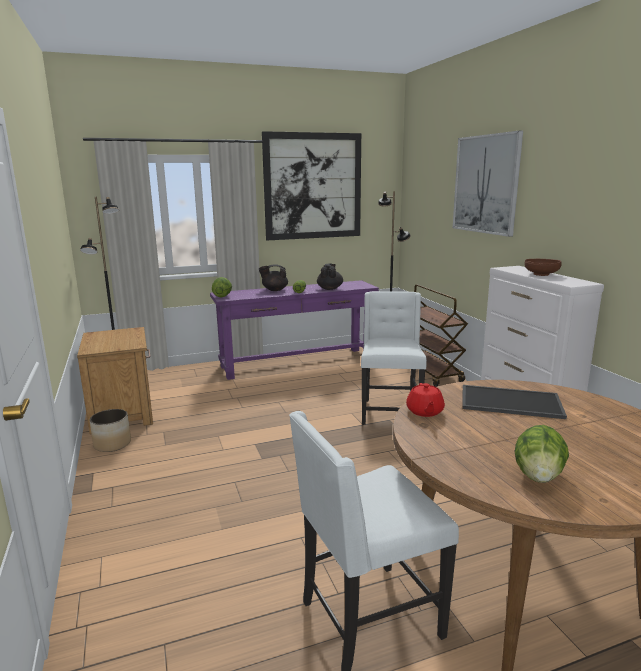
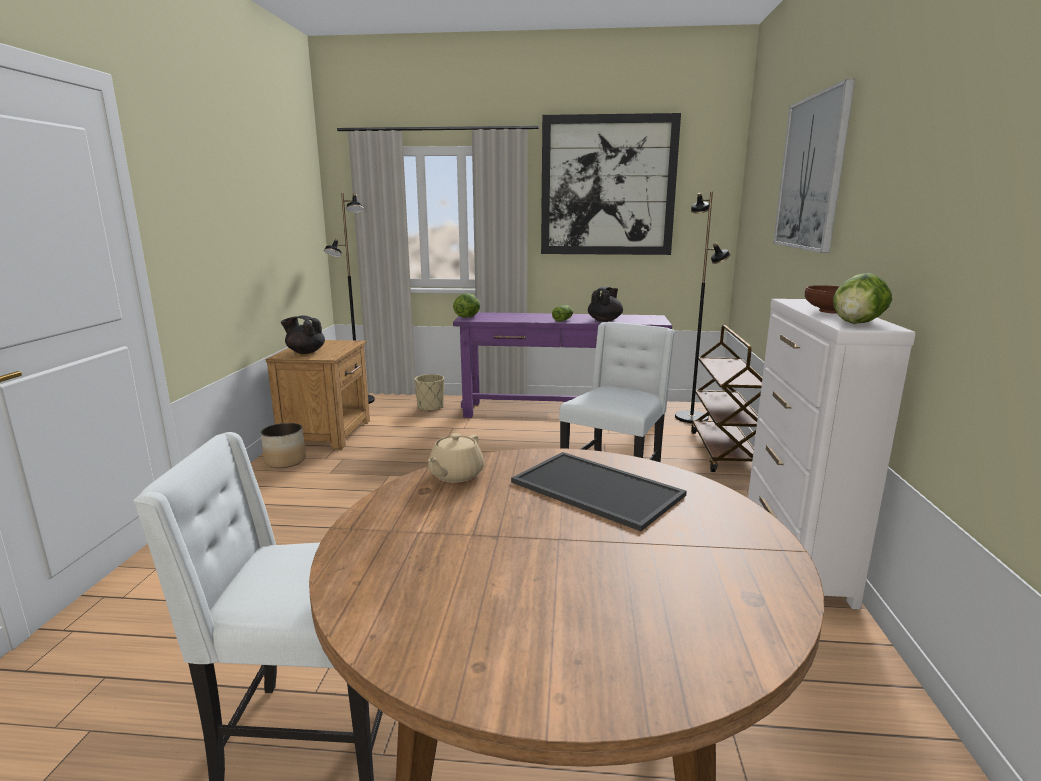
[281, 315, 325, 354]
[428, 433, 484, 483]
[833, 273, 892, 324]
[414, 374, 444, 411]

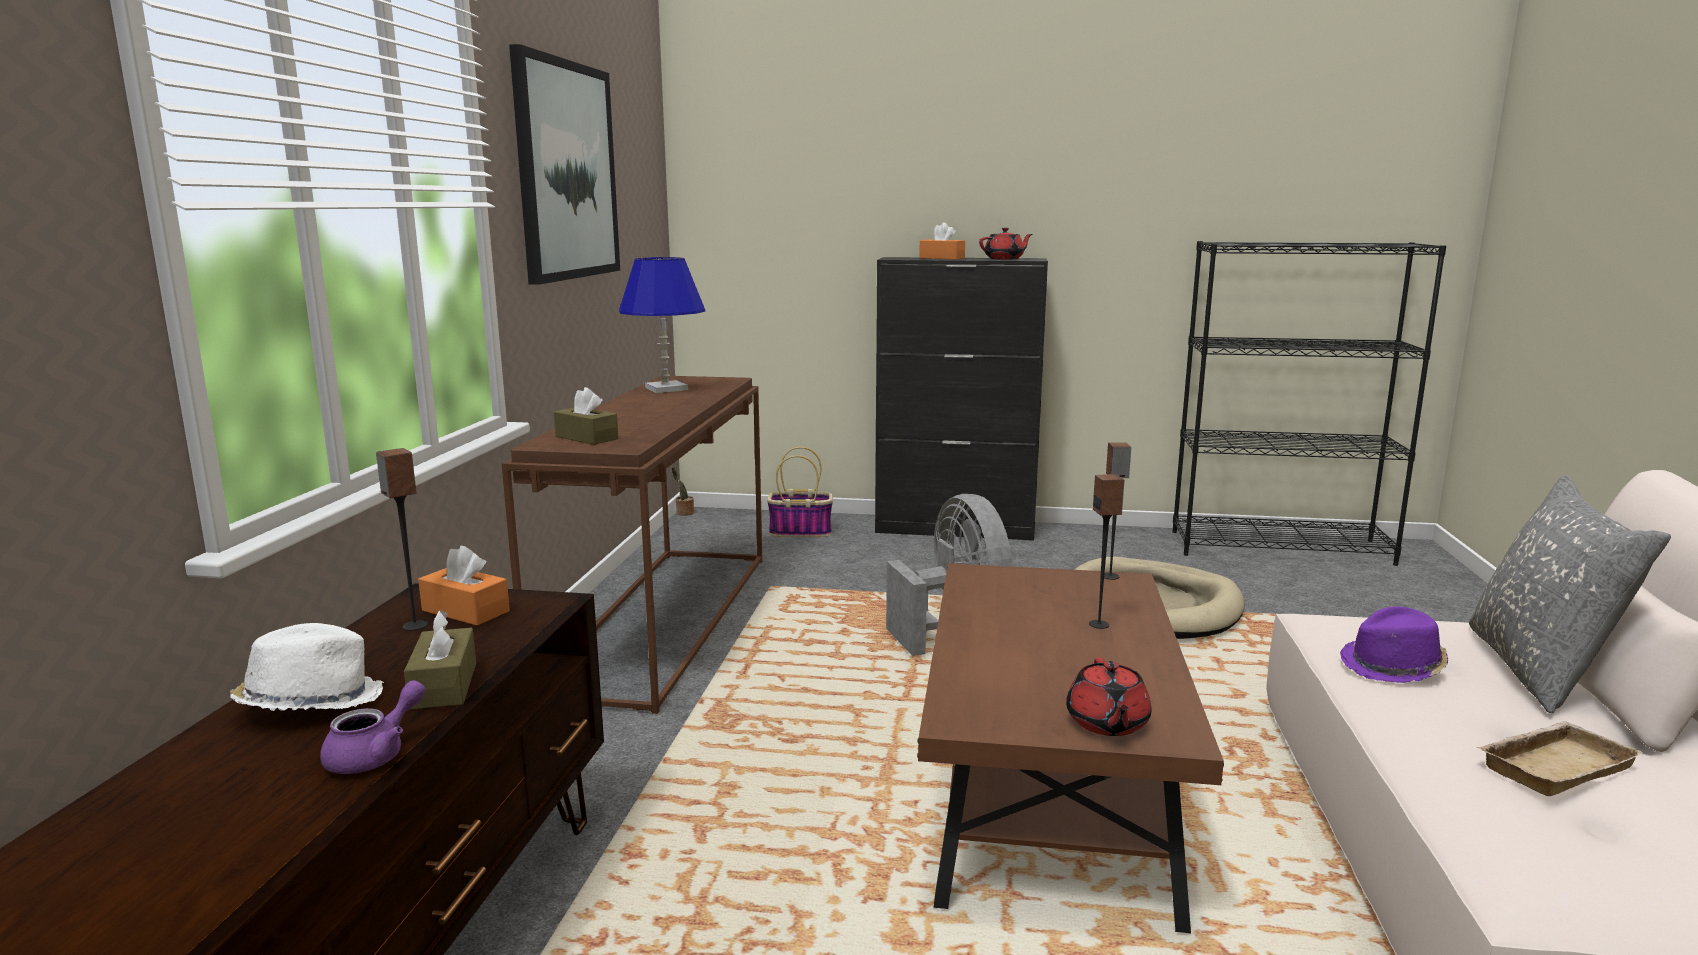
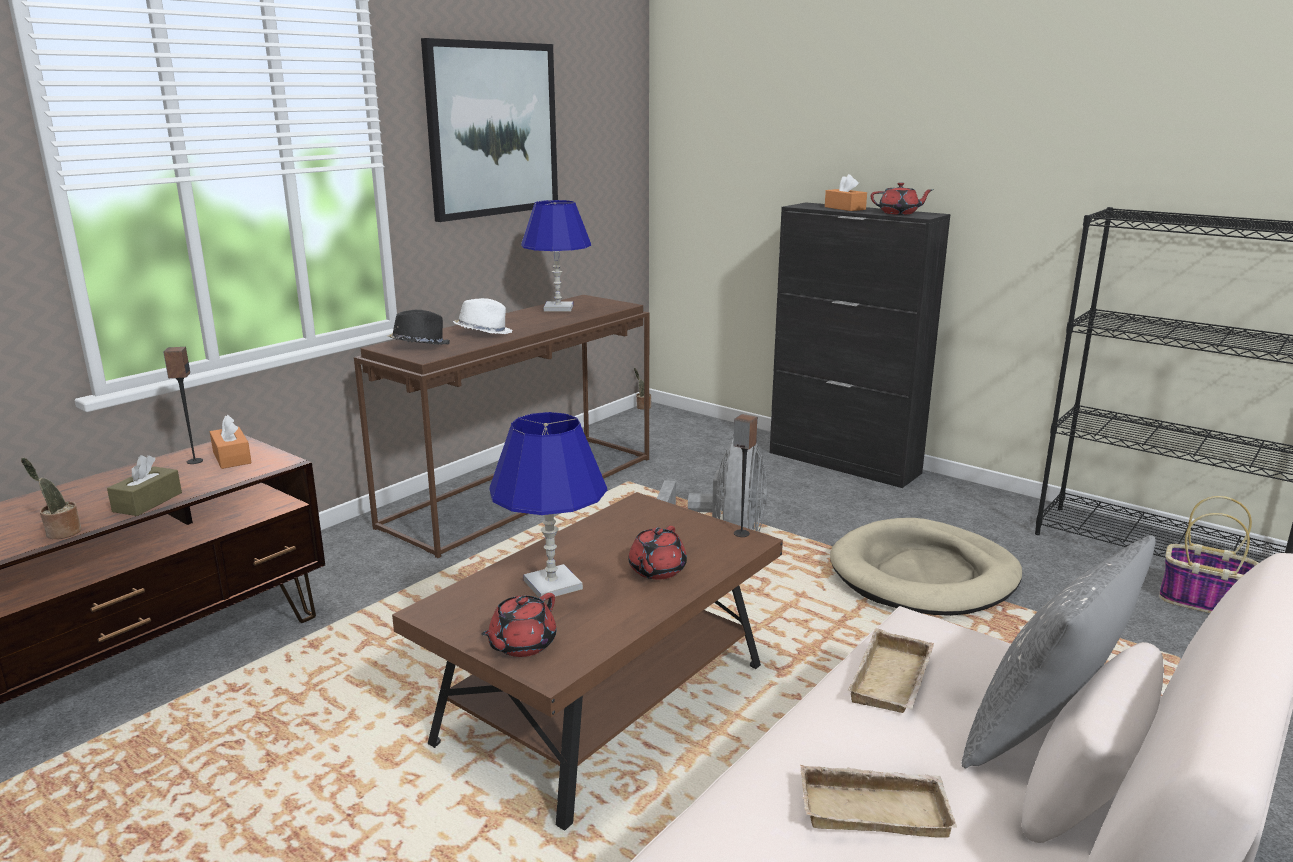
[387, 310, 450, 345]
[1159, 496, 1259, 613]
[628, 526, 687, 579]
[848, 628, 934, 713]
[453, 298, 512, 334]
[21, 457, 81, 539]
[489, 412, 607, 597]

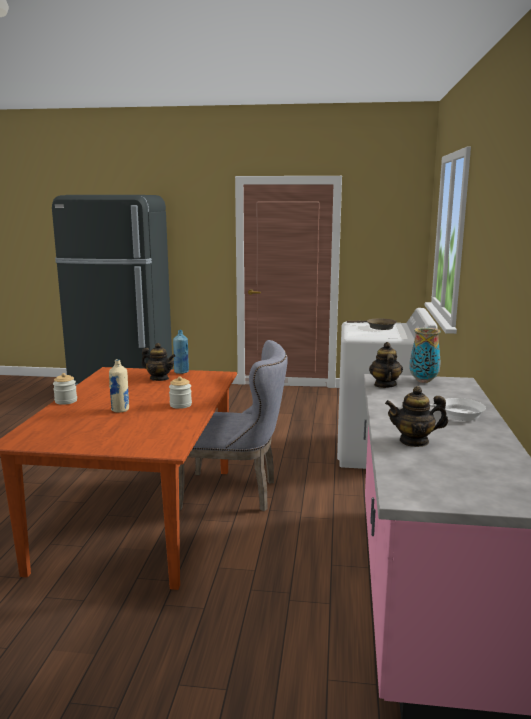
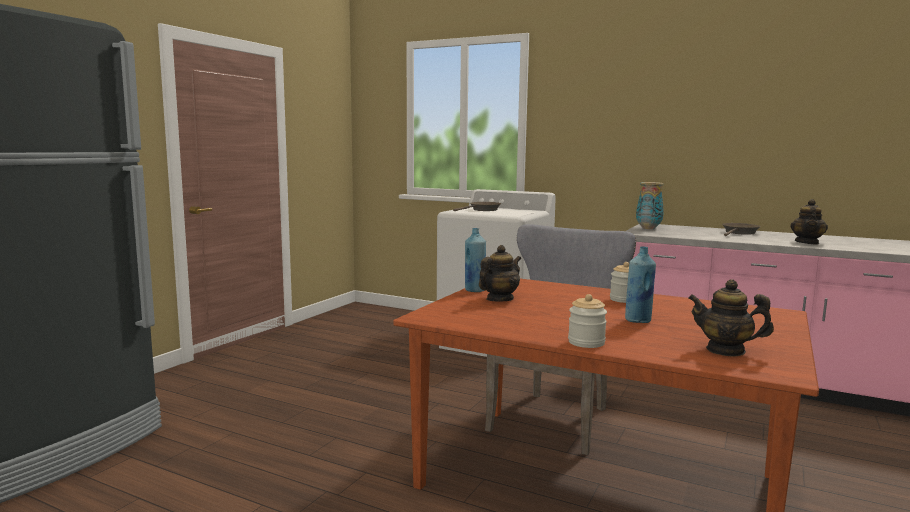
[688, 279, 774, 356]
[625, 247, 656, 323]
[722, 223, 761, 236]

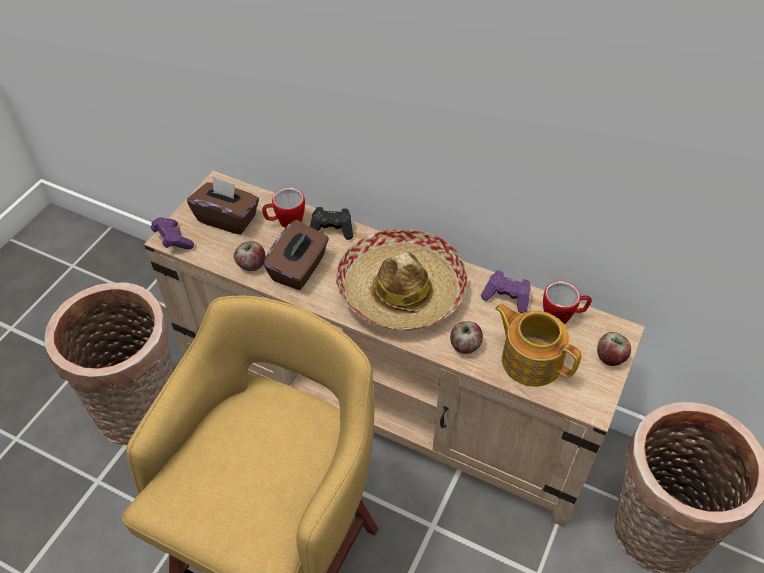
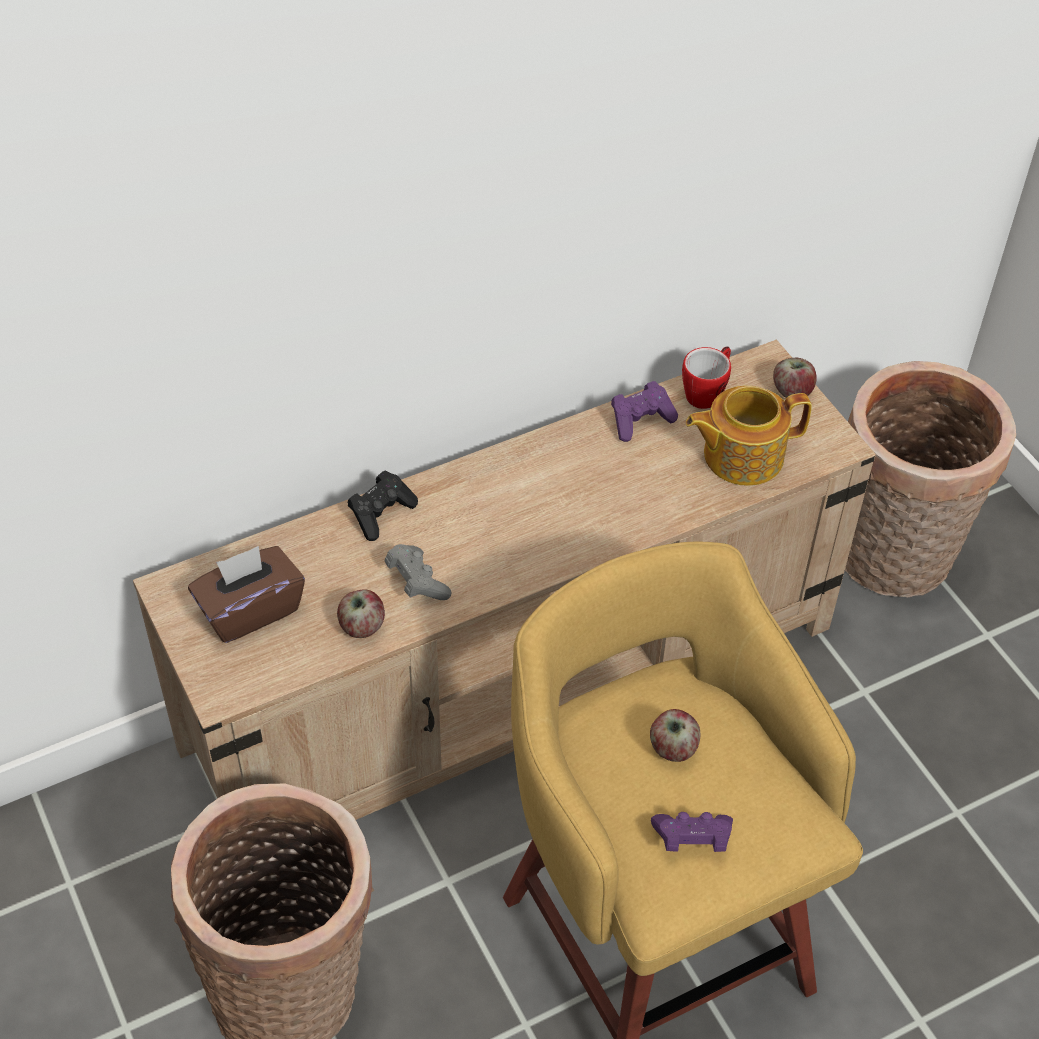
[262, 187, 305, 228] (first image)
[651, 812, 733, 852]
[385, 544, 451, 600]
[336, 229, 468, 330] (first image)
[650, 709, 700, 762]

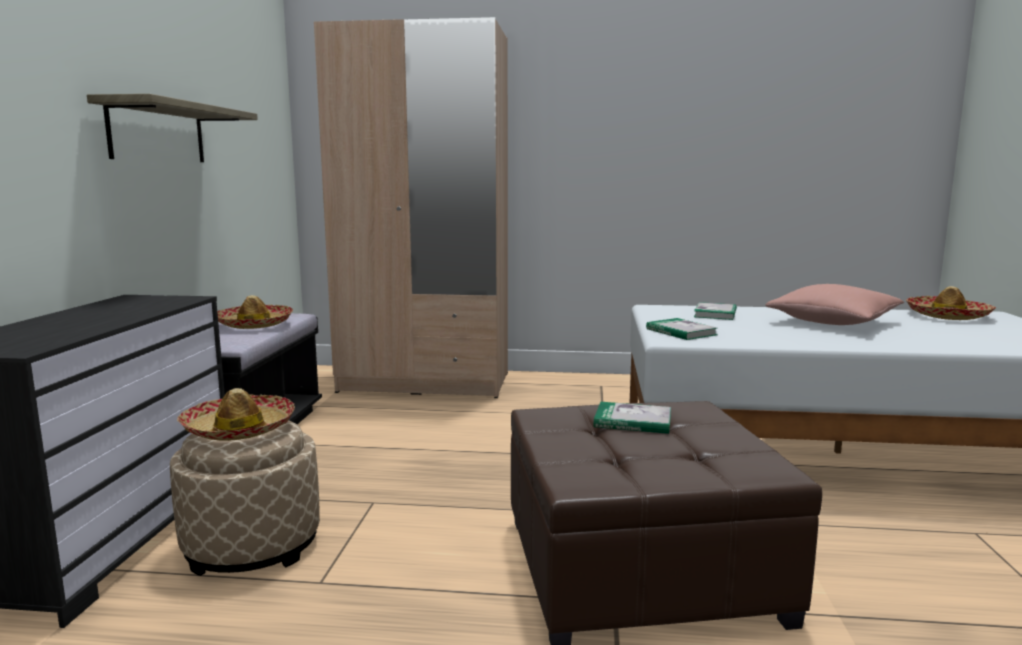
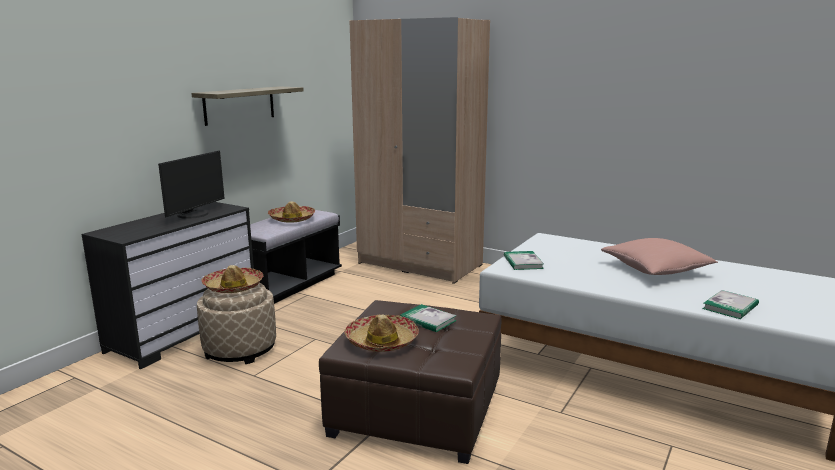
[344, 314, 419, 352]
[702, 290, 759, 319]
[158, 151, 224, 219]

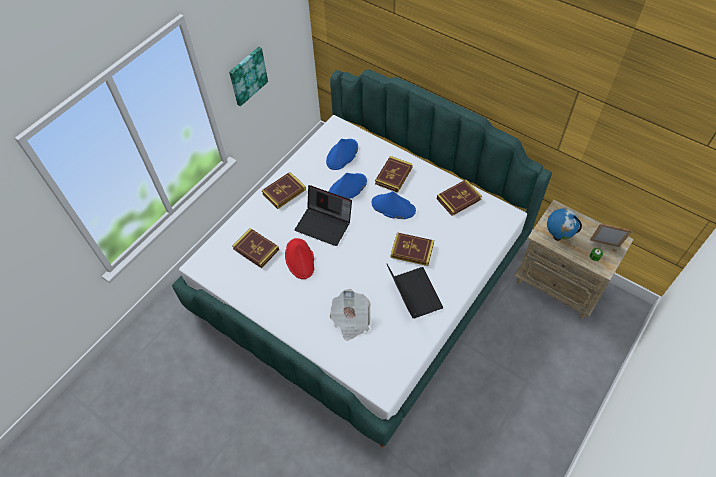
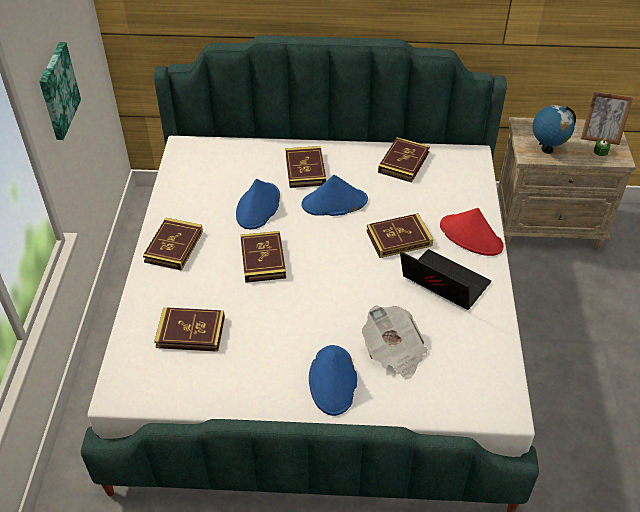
[309, 345, 357, 416]
[240, 231, 286, 283]
[581, 91, 633, 145]
[440, 208, 504, 256]

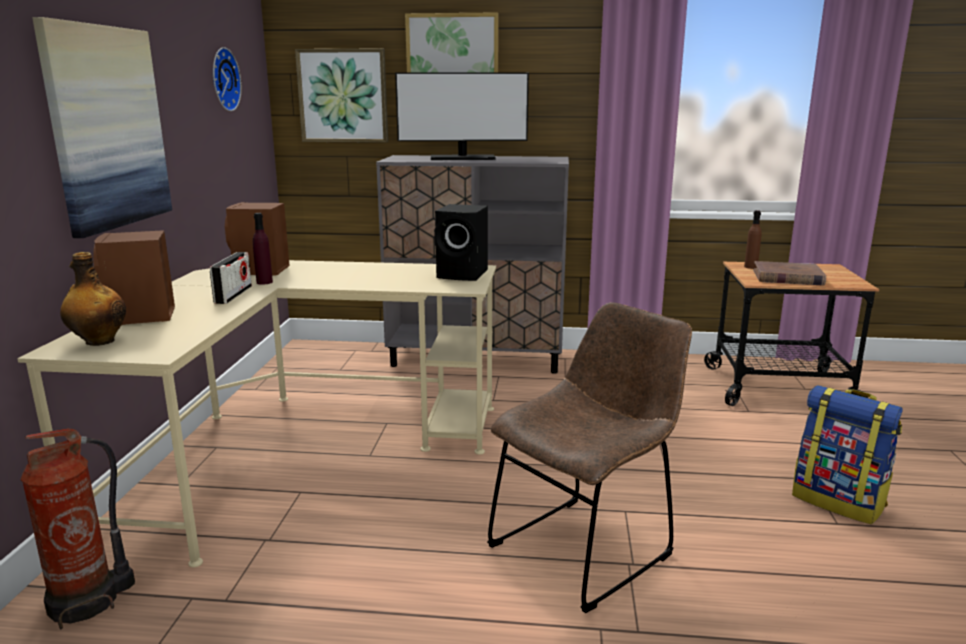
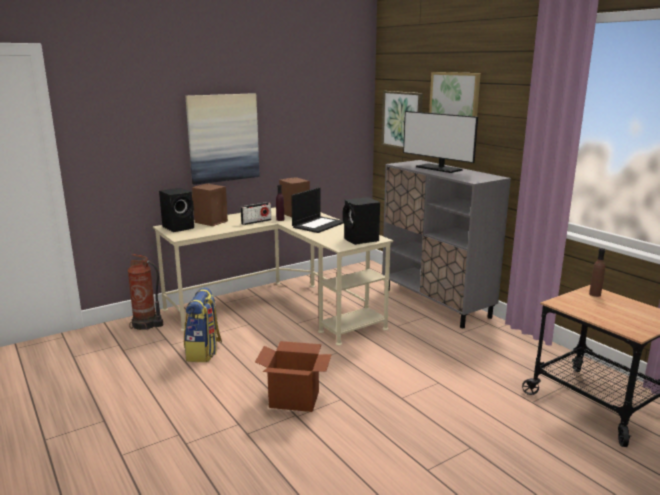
[213, 47, 242, 111] (first image)
[159, 188, 194, 232]
[753, 261, 826, 286] (first image)
[255, 341, 332, 412]
[184, 288, 222, 362]
[291, 187, 344, 233]

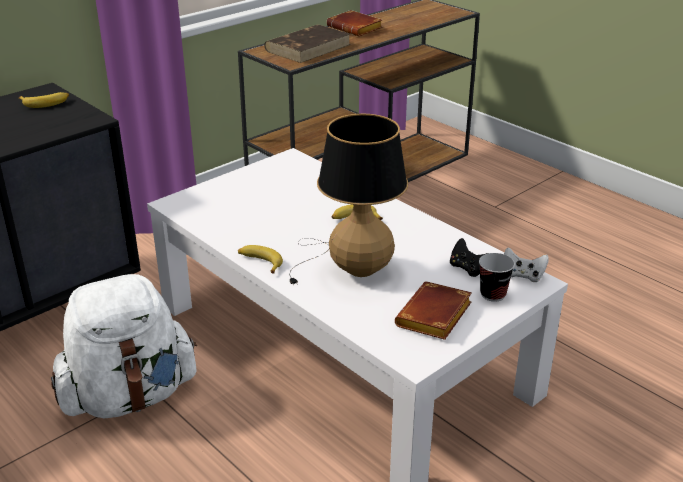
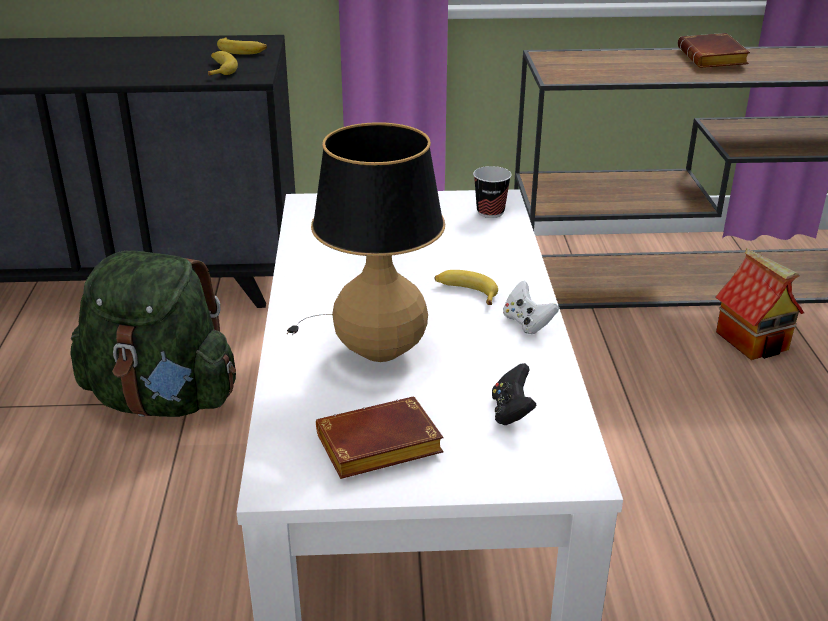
[264, 24, 351, 63] (first image)
[208, 51, 238, 76]
[503, 280, 559, 334]
[473, 166, 512, 218]
[70, 251, 236, 417]
[715, 248, 804, 360]

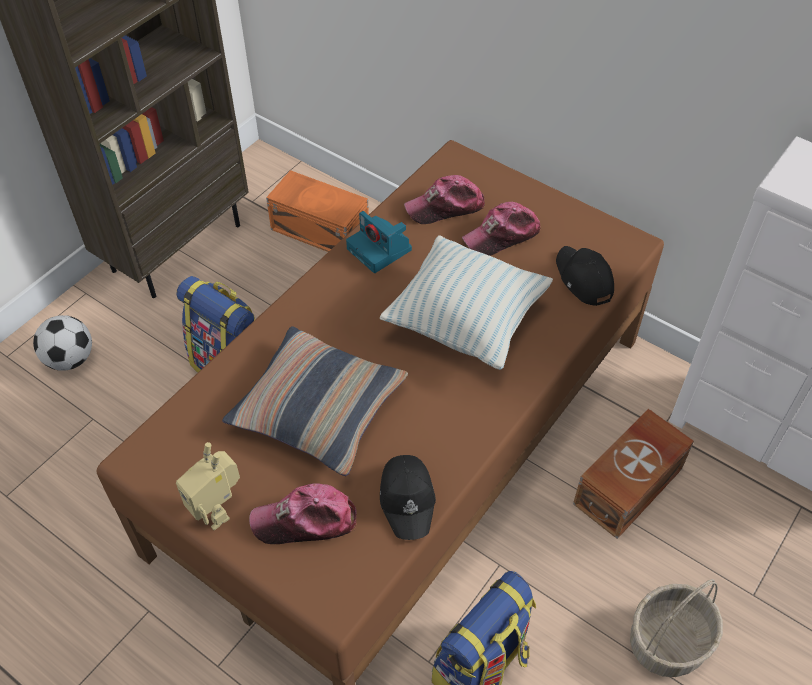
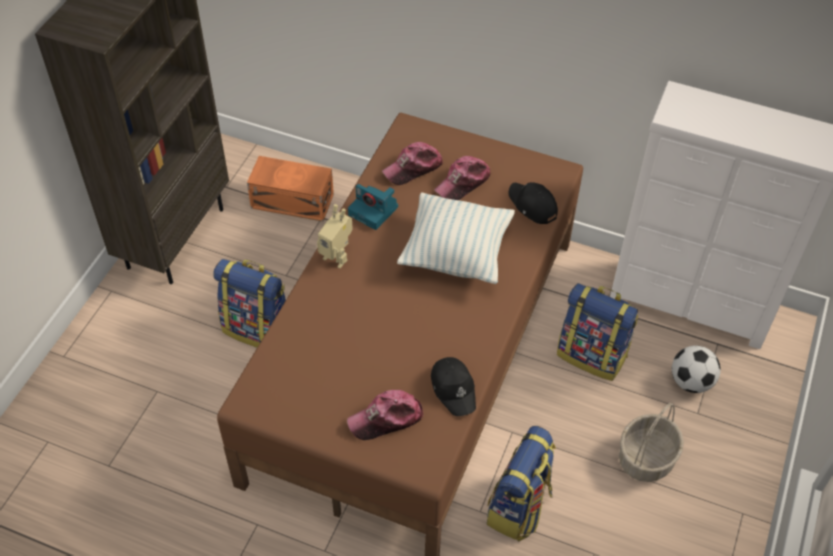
[672, 345, 721, 393]
[222, 326, 408, 476] (first image)
[557, 283, 638, 381]
[317, 204, 353, 269]

